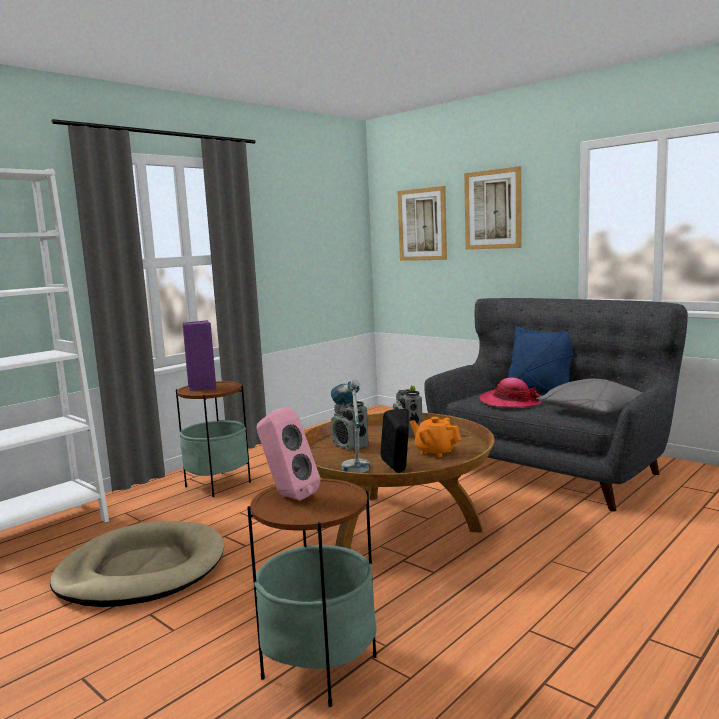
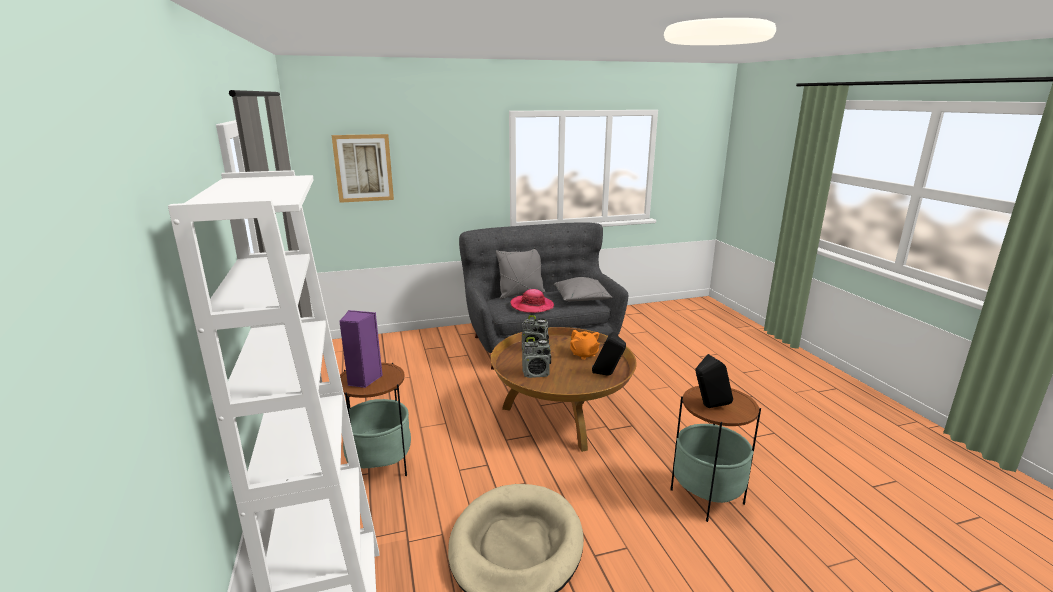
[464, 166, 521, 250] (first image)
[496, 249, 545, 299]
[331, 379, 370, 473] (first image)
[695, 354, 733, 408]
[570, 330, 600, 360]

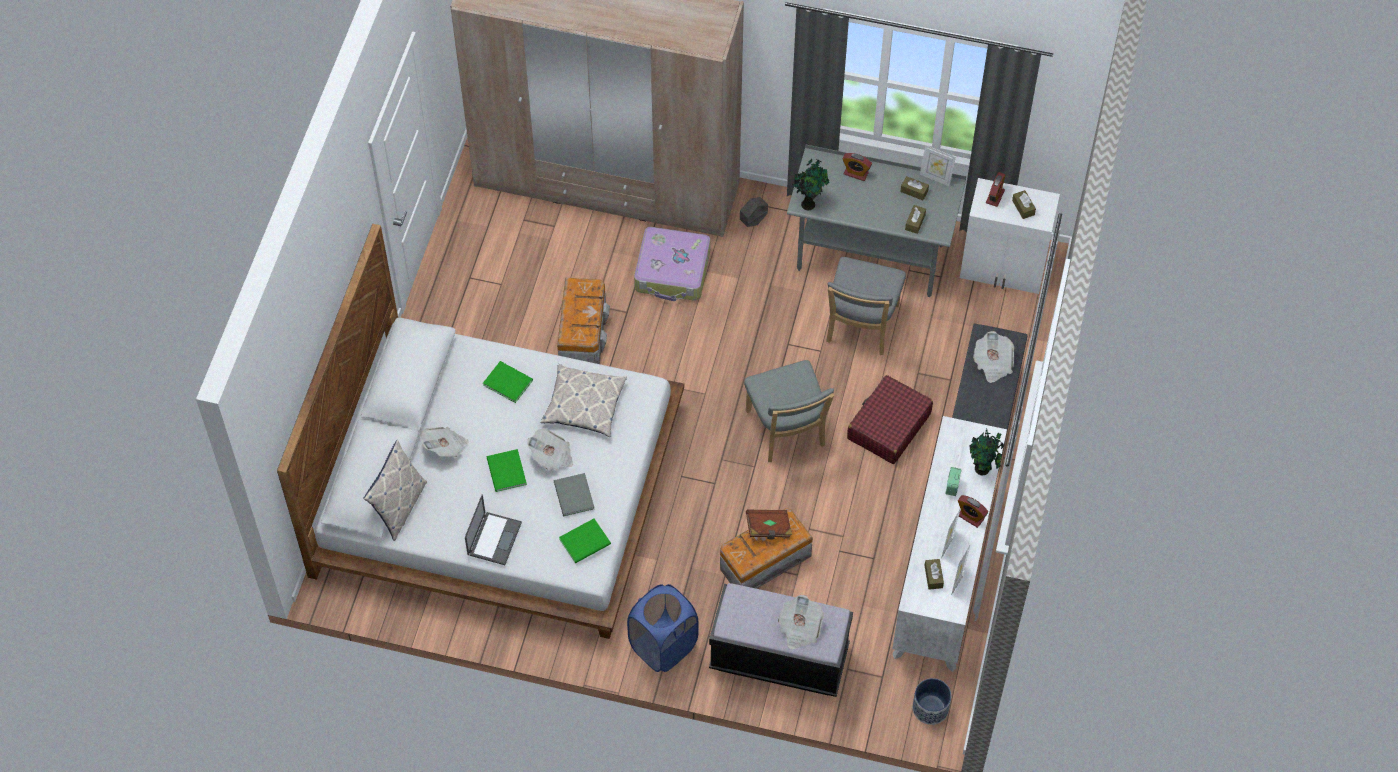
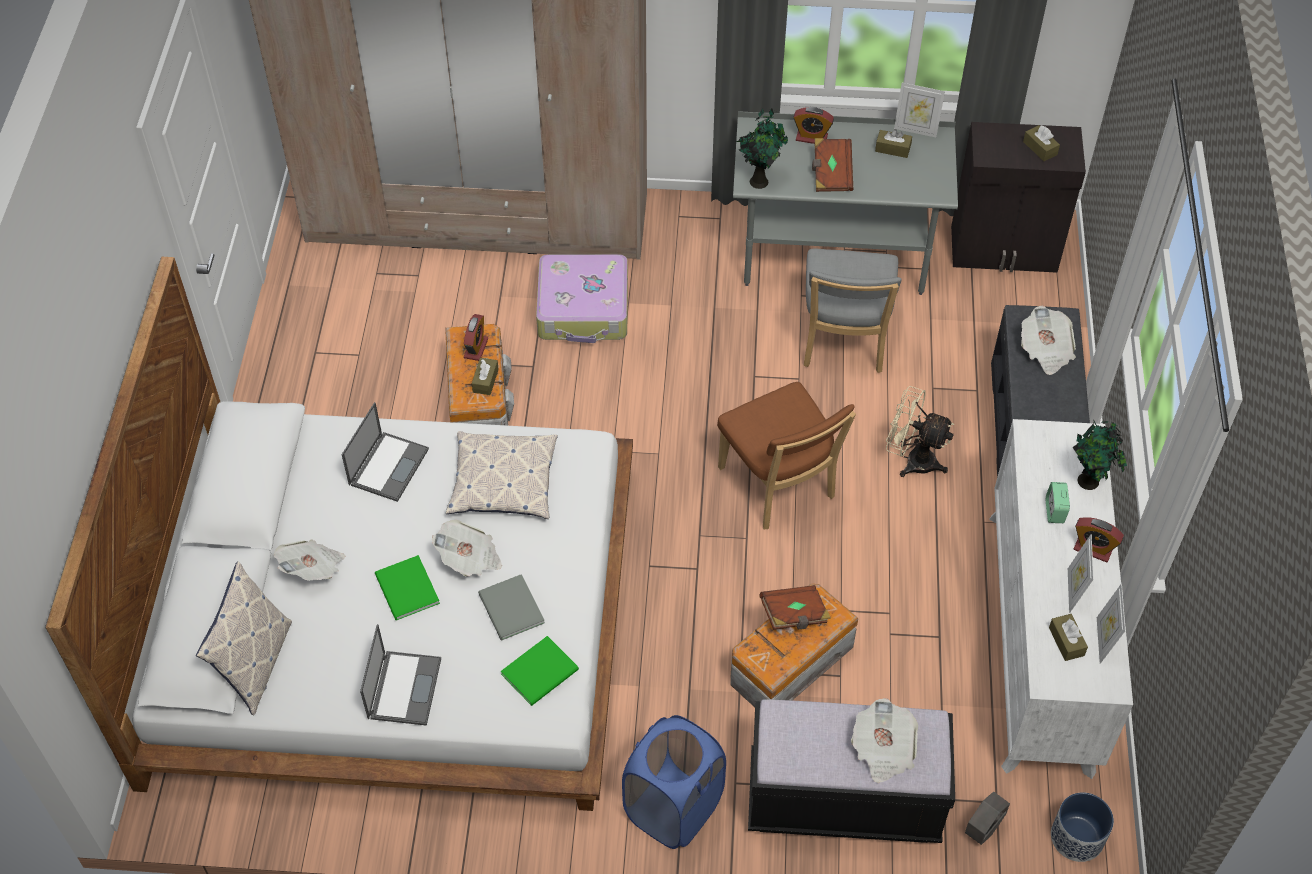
[464, 314, 488, 361]
[951, 122, 1086, 273]
[965, 792, 1010, 845]
[472, 358, 499, 395]
[717, 382, 856, 530]
[342, 402, 429, 502]
[886, 386, 954, 477]
[812, 138, 853, 192]

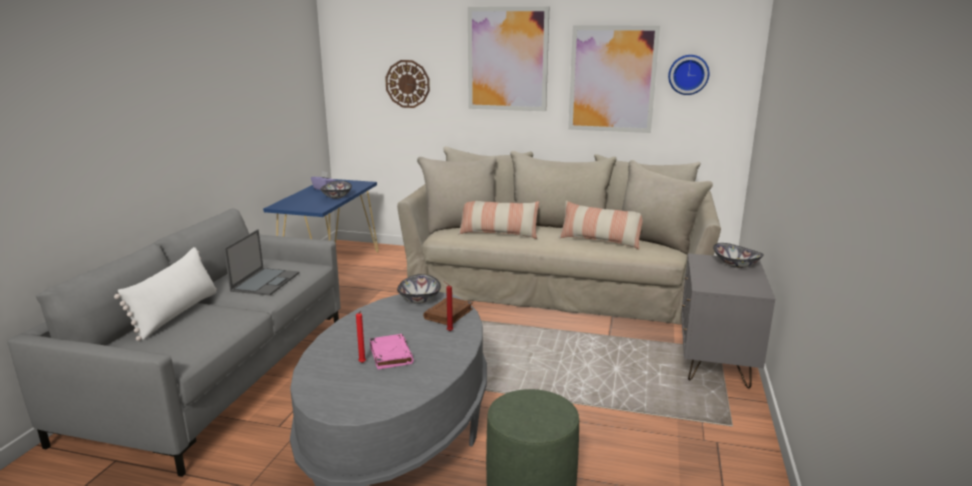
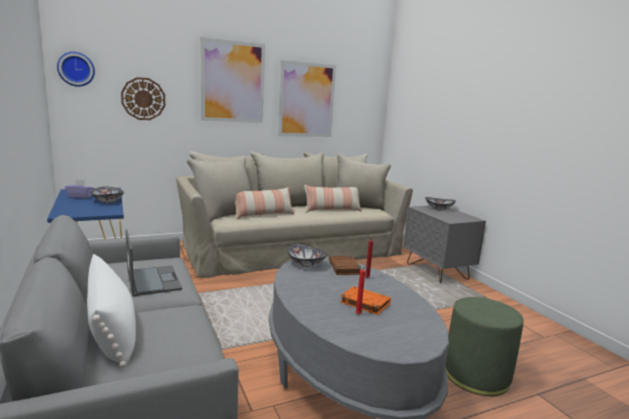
[57, 52, 95, 87]
[340, 286, 391, 315]

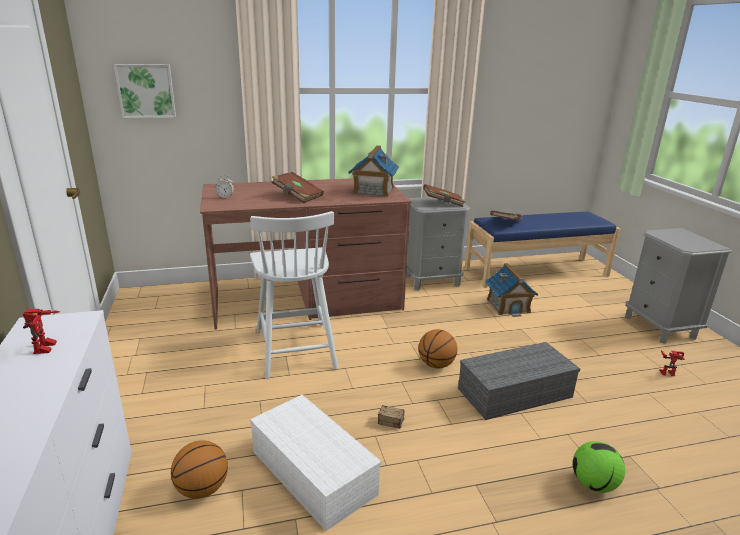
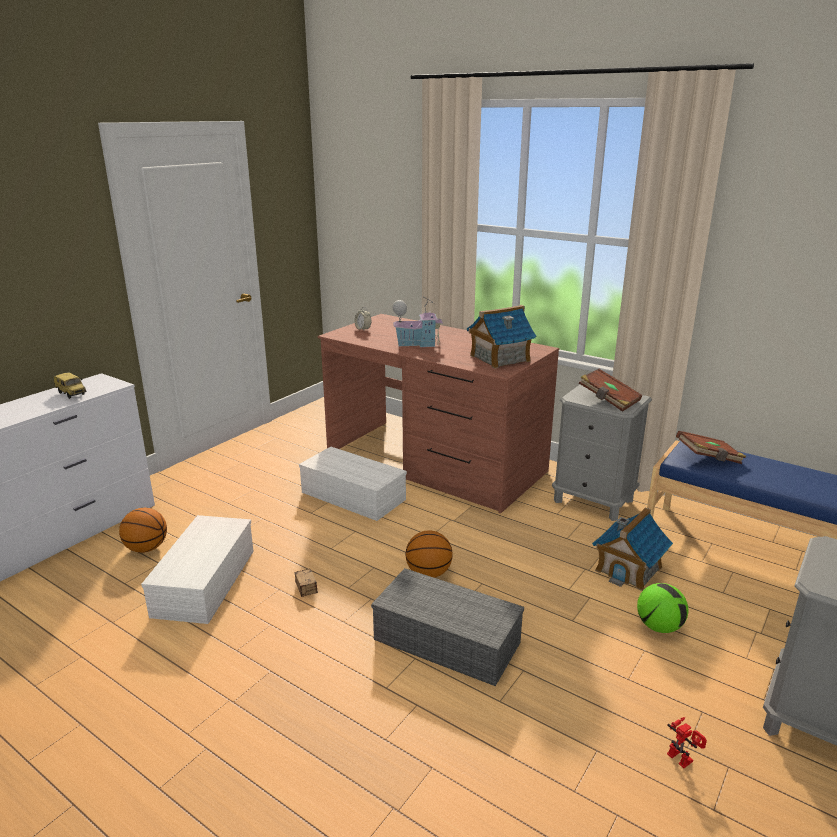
[114, 64, 176, 118] (first image)
[393, 297, 443, 347]
[299, 447, 407, 521]
[54, 373, 87, 399]
[637, 583, 689, 633]

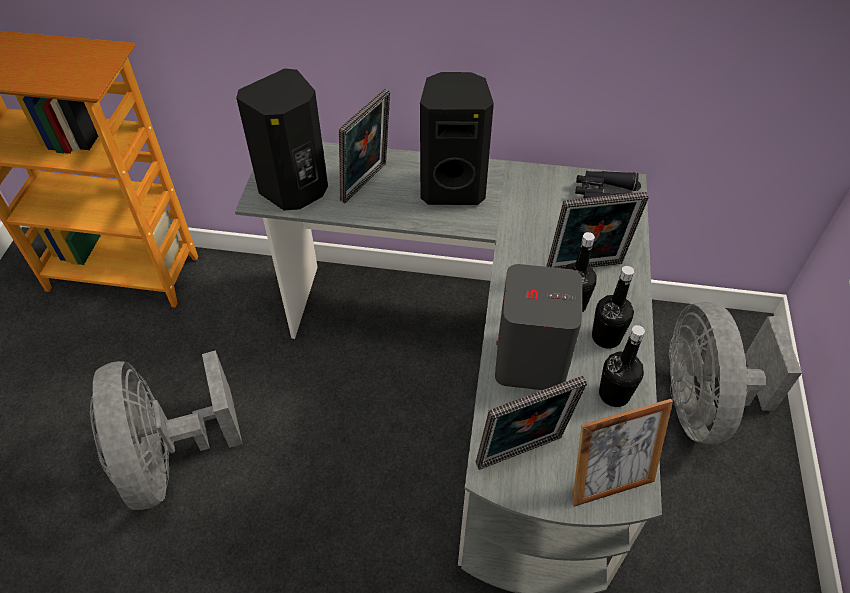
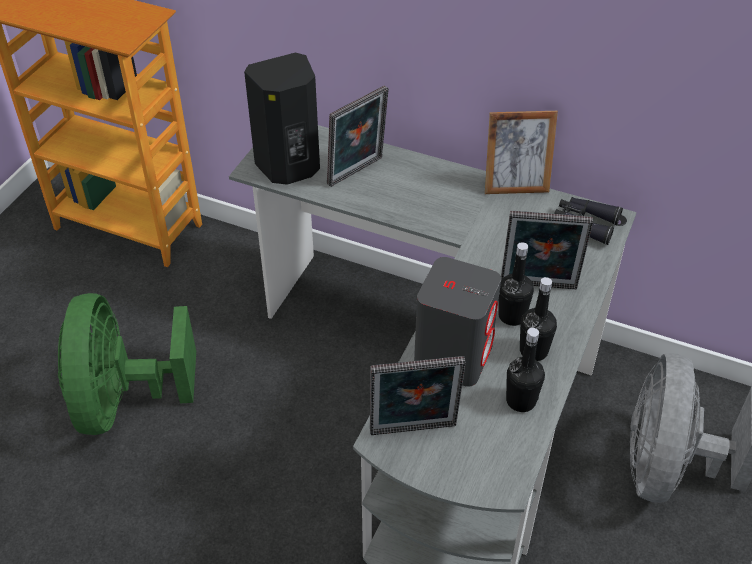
[420, 72, 494, 205] (first image)
[58, 293, 196, 435]
[485, 111, 558, 194]

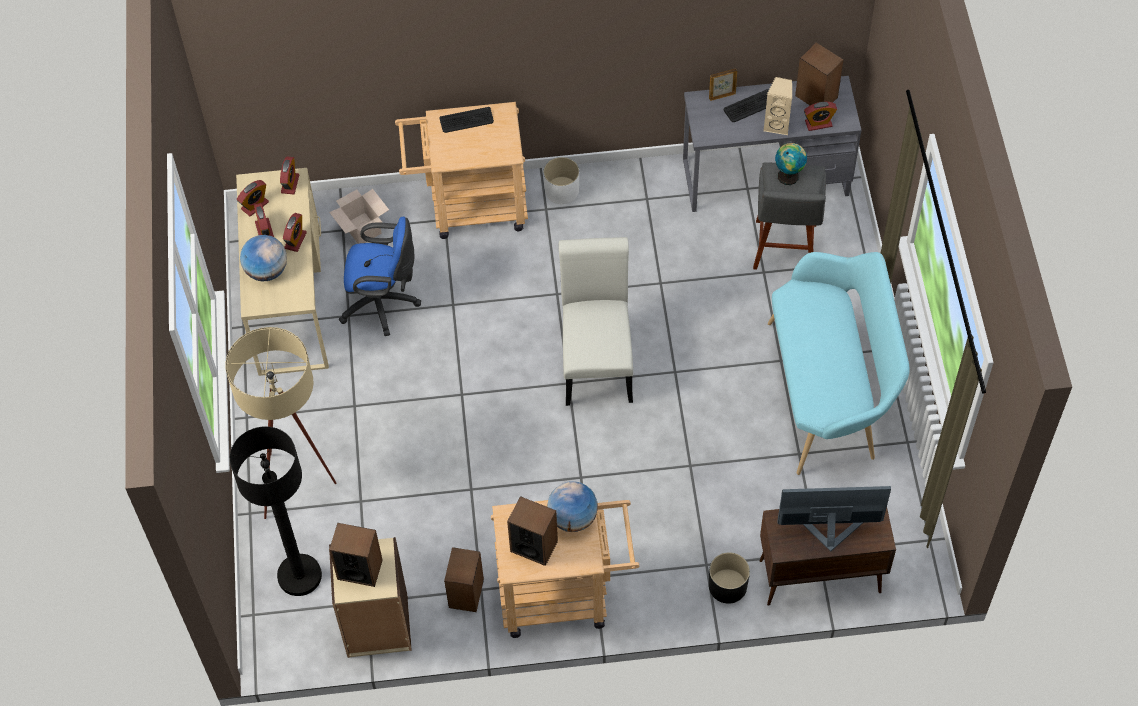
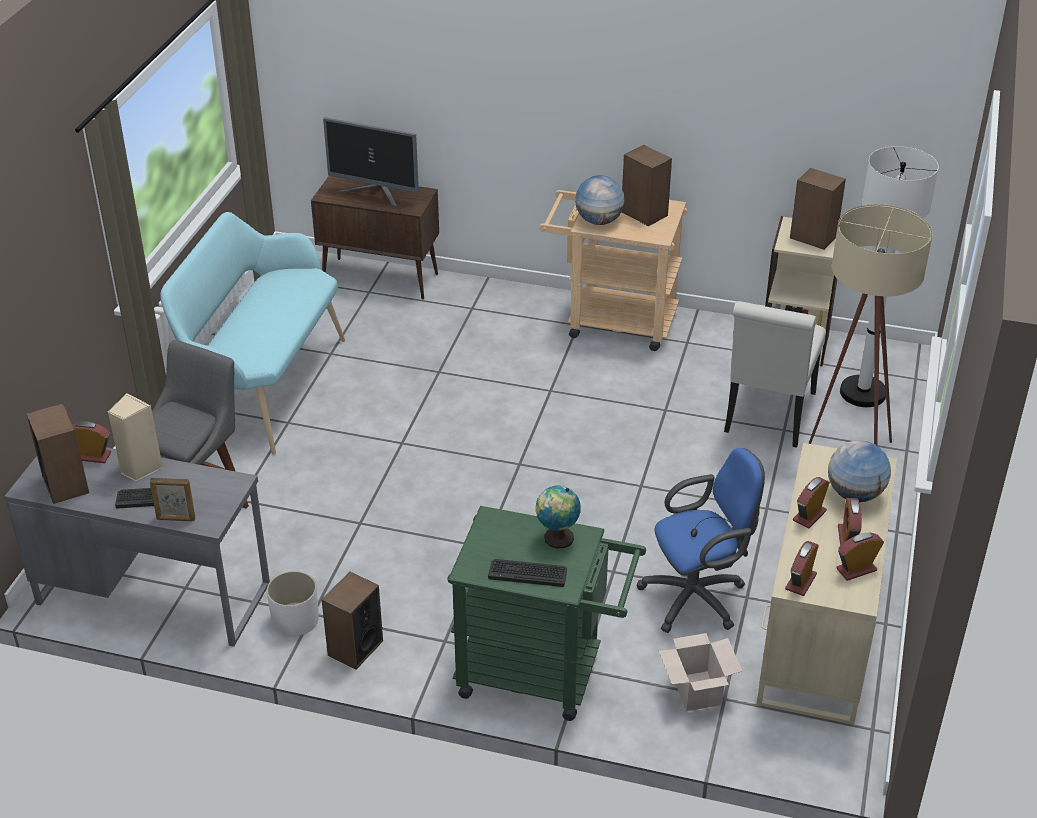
[447, 506, 646, 721]
[536, 486, 581, 548]
[267, 571, 319, 636]
[636, 448, 765, 633]
[724, 301, 826, 448]
[840, 146, 939, 407]
[322, 572, 383, 670]
[709, 552, 750, 604] (first image)

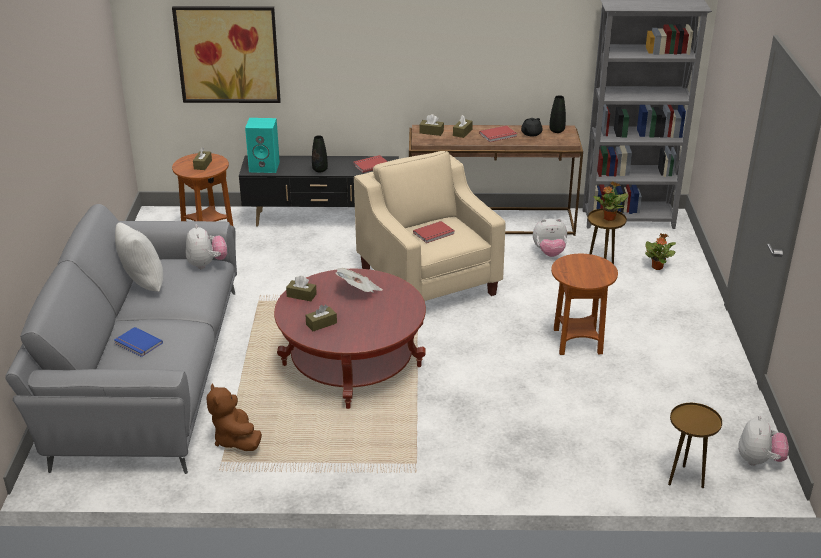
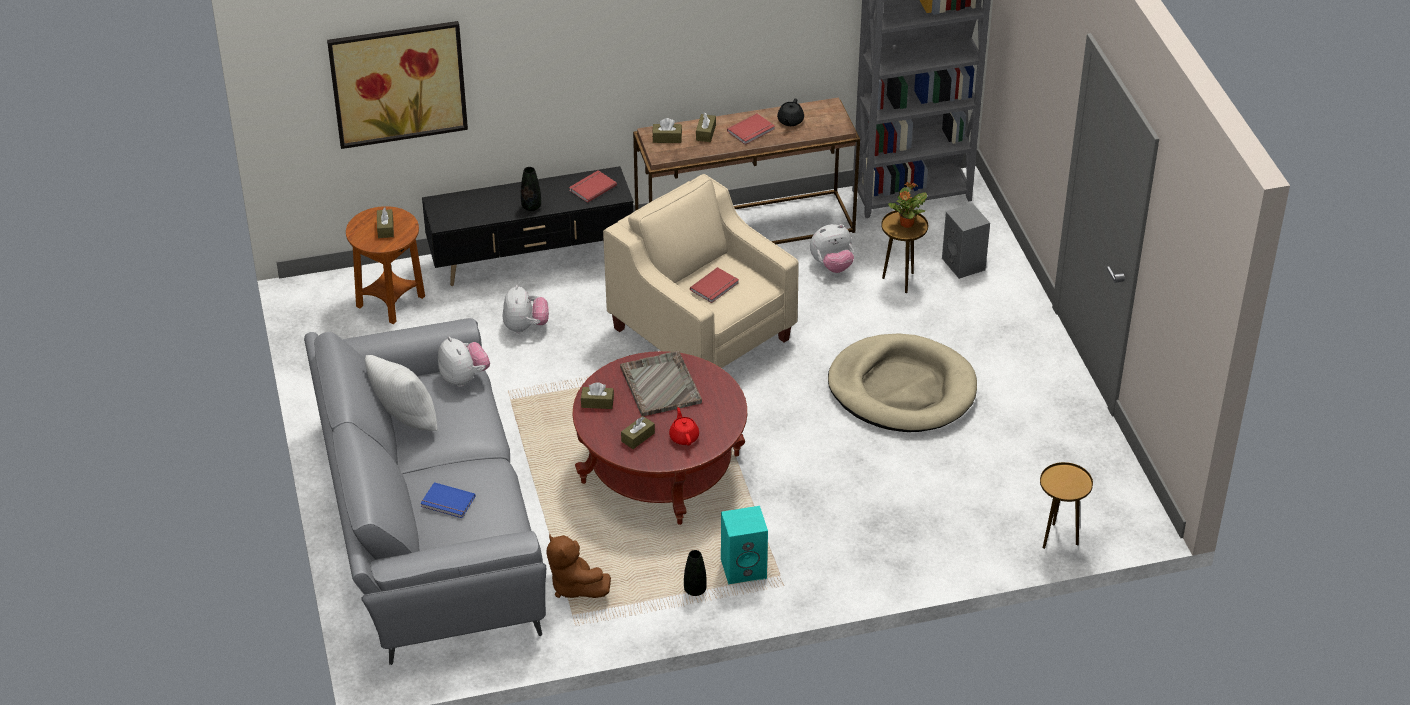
[684, 550, 707, 596]
[721, 506, 768, 585]
[942, 203, 990, 279]
[828, 333, 977, 432]
[620, 351, 702, 416]
[503, 284, 549, 333]
[669, 407, 699, 446]

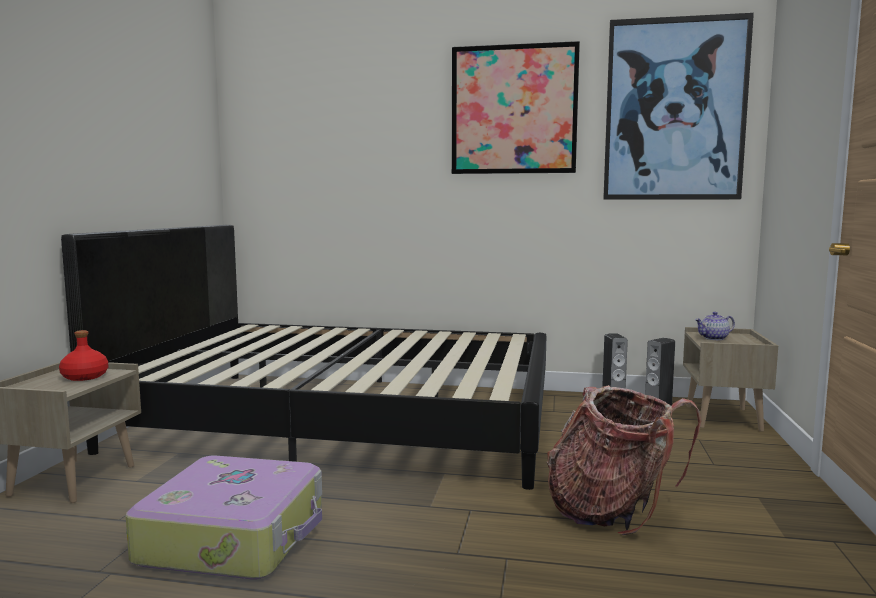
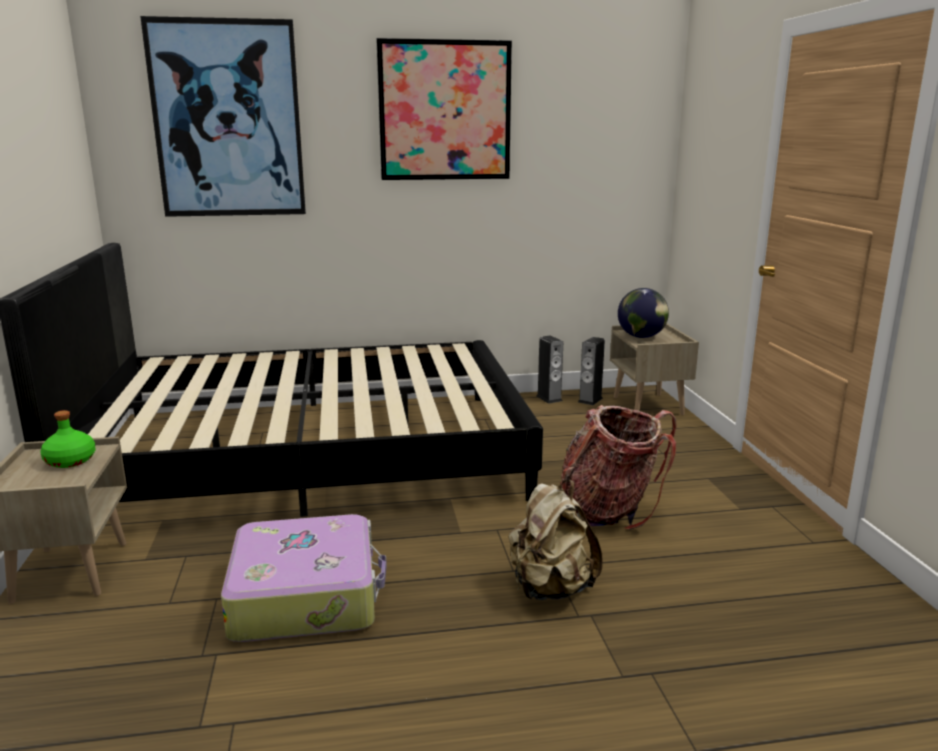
[140, 16, 306, 217]
[618, 288, 669, 338]
[40, 410, 96, 468]
[509, 480, 603, 600]

